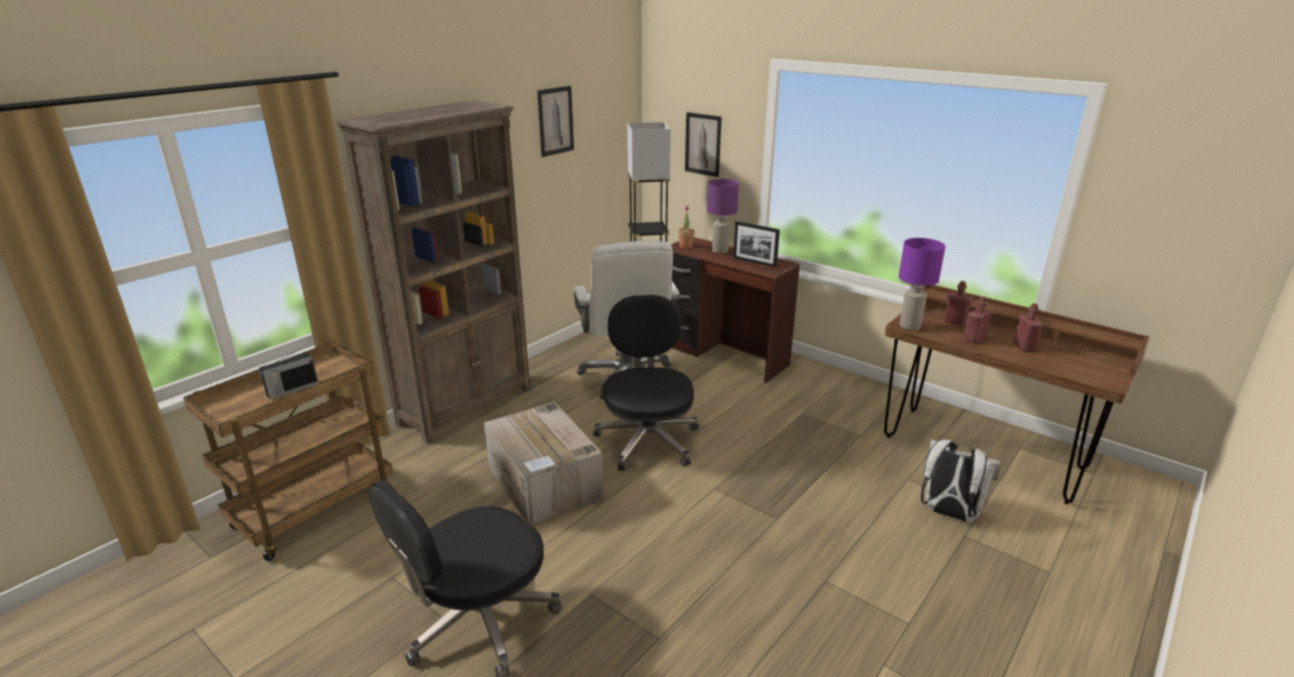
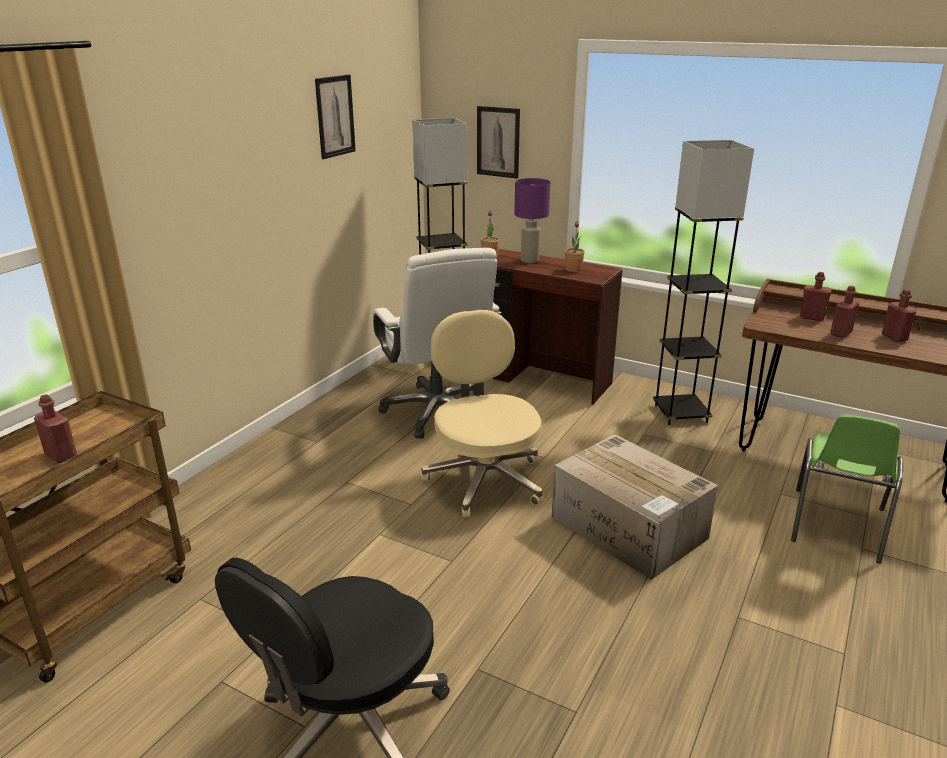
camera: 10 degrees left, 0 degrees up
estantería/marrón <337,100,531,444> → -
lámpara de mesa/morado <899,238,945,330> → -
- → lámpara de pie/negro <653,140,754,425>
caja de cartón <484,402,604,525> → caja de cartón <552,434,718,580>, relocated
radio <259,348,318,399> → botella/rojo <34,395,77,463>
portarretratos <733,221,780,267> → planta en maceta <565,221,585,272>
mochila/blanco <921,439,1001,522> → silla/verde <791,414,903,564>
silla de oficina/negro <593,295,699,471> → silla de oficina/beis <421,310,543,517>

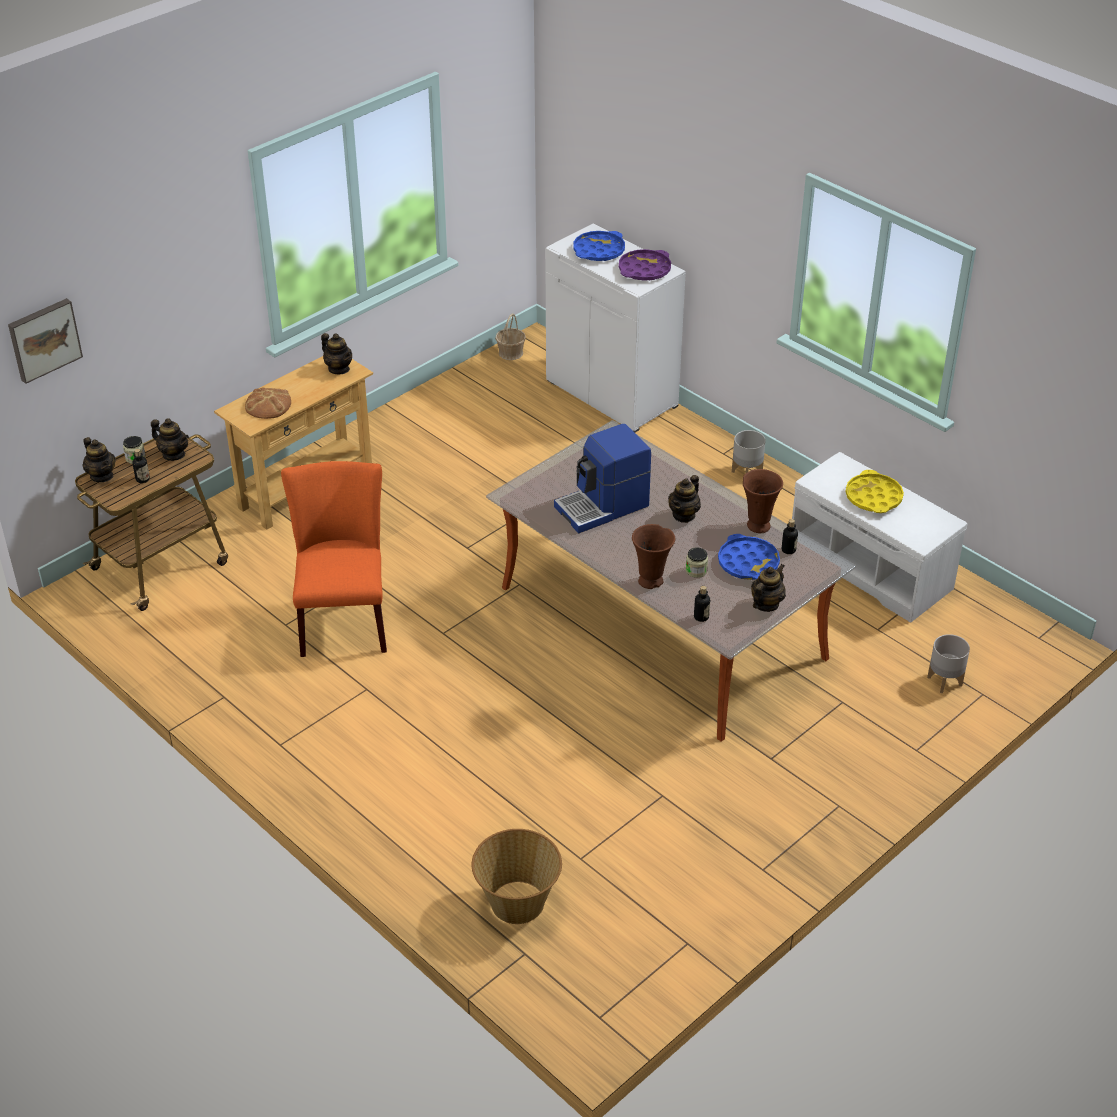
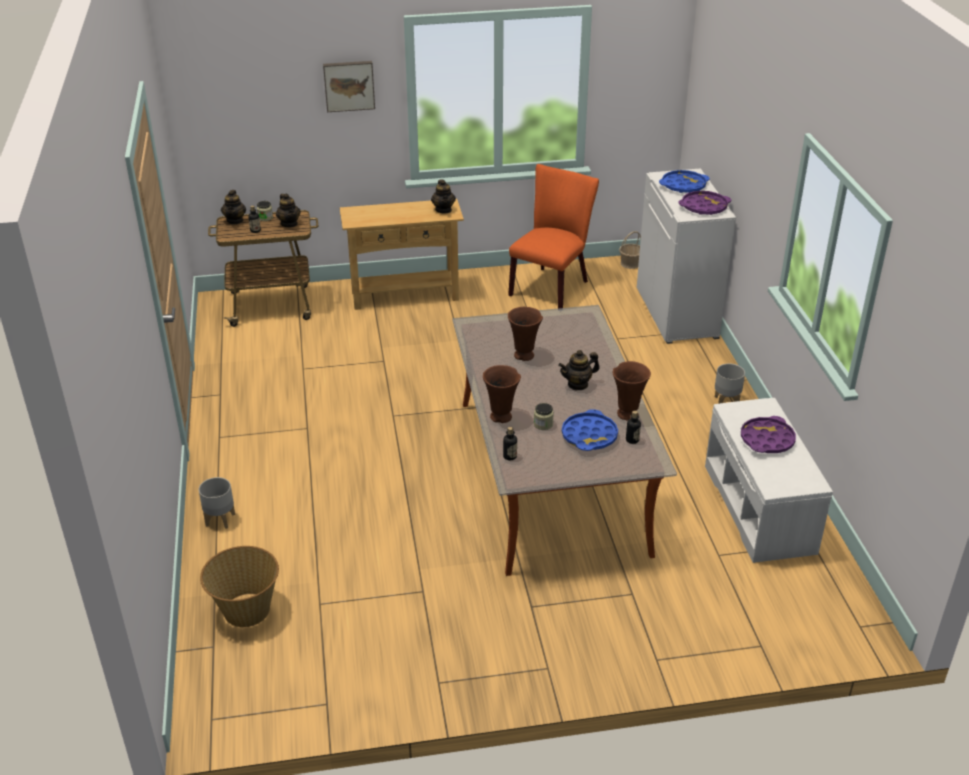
camera: 35 degrees right, 5 degrees down
pan <245,388,291,419> → -
tetera <751,564,786,612> → -
cuadro <8,298,83,384> → cuadro <323,61,375,112>, relocated
silla/naranja <281,461,387,657> → silla/naranja <508,164,599,308>, relocated
maceta/gris <927,634,970,693> → maceta/gris <199,477,235,529>, relocated
cafetera <554,424,651,533> → florero/marrón <508,307,543,361>
bandeja/amarillo <845,470,904,513> → bandeja/morado <741,416,796,453>

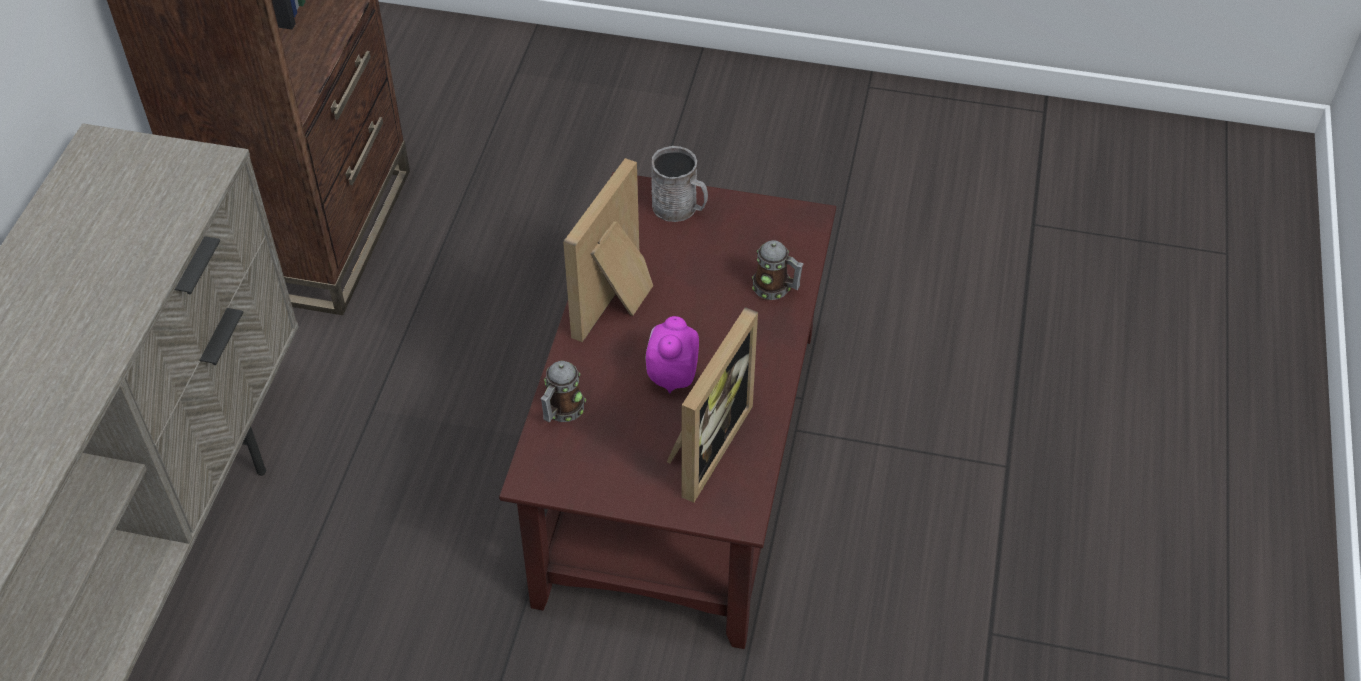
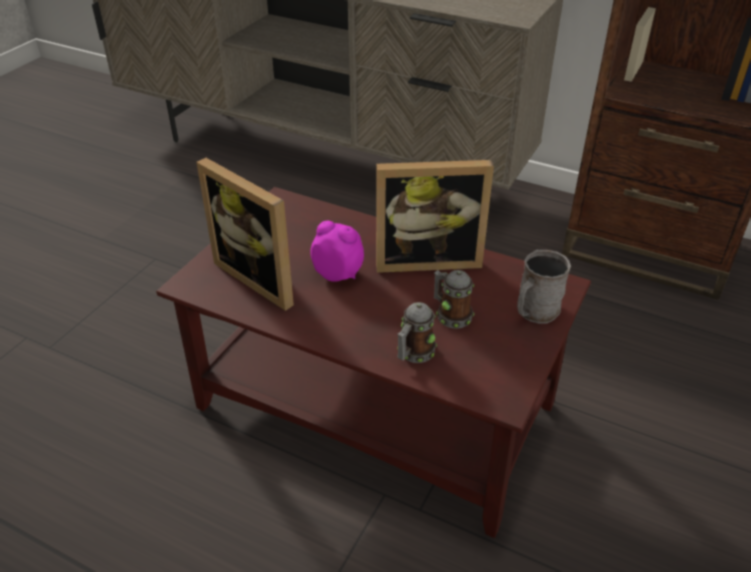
camera: 105 degrees right, 10 degrees down
taza grande <540,361,586,423> → taza grande <434,270,474,329>, relocated
portarretratos <563,158,653,342> → portarretratos <376,160,494,273>, 135 degrees clockwise

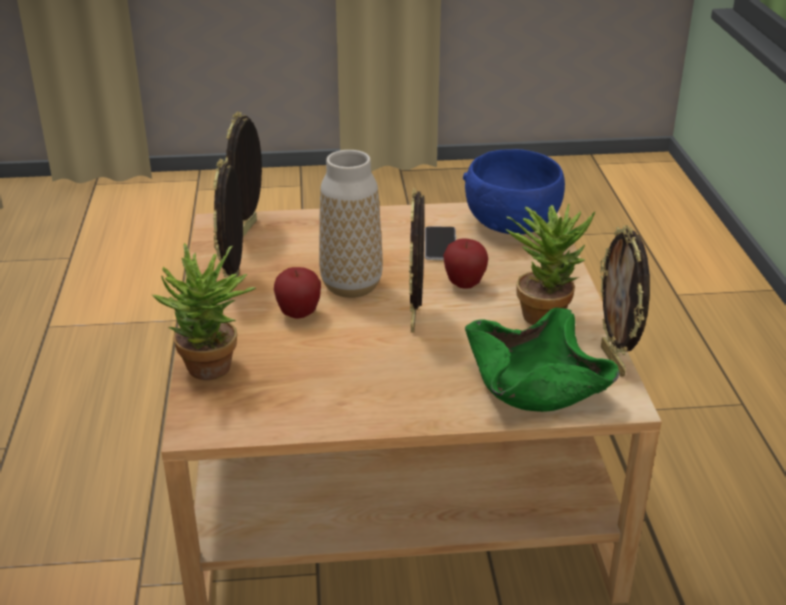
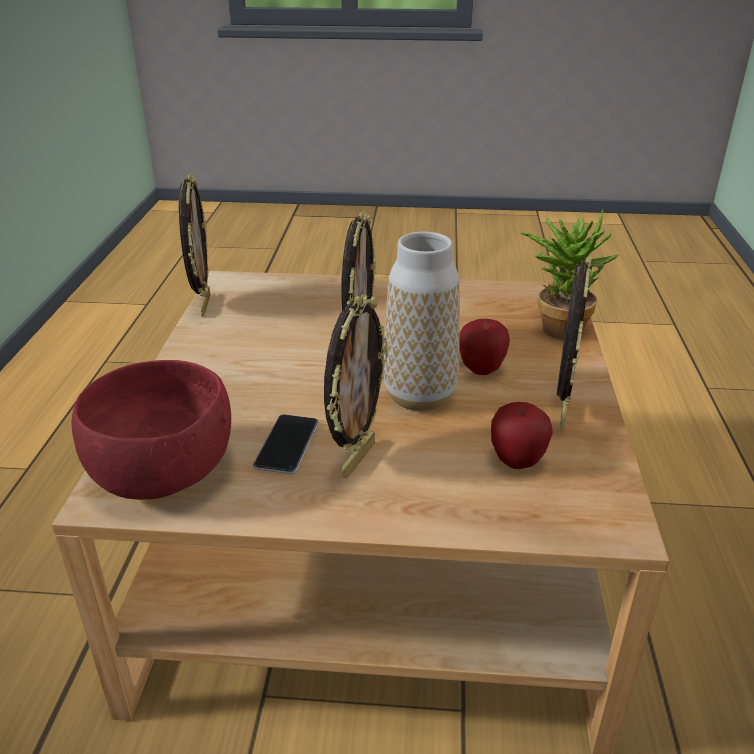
camera: 170 degrees left, 0 degrees up
cuenco/verde <465,307,620,412> → -
planta en maceta <505,204,595,325> → -
portarretratos <225,111,262,237> → portarretratos <324,294,388,478>, relocated
manzana <443,238,488,288> → manzana <491,402,553,469>, relocated
cuenco/azul <463,149,565,234> → cuenco/rojo <72,360,231,500>

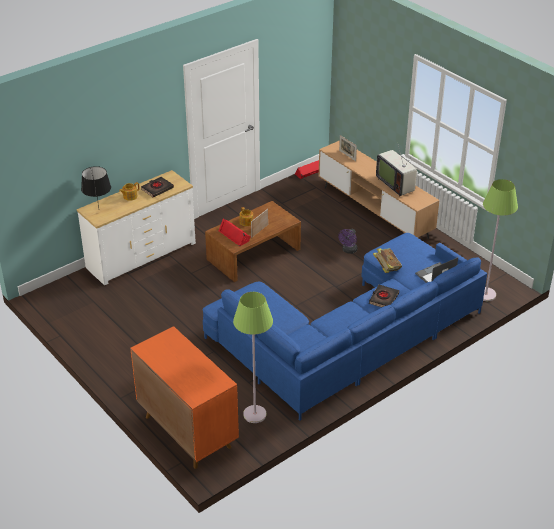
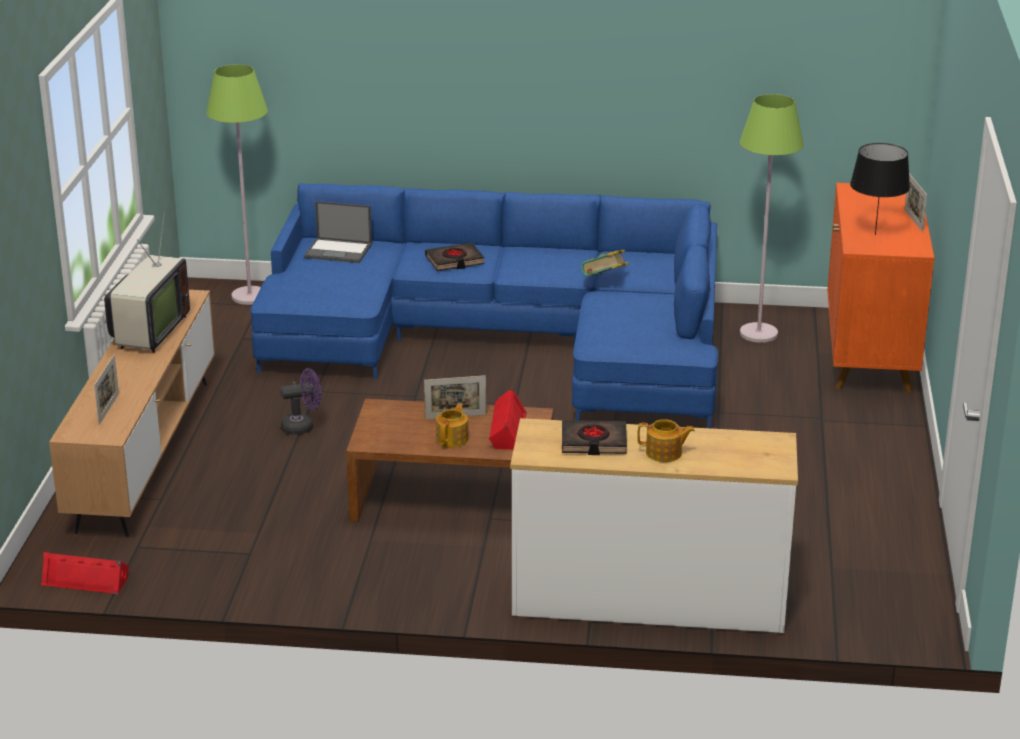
camera: 135 degrees left, 10 degrees down
- → portarretratos <905,173,927,232>
lámpara de mesa/negro <81,166,111,207> → lámpara de mesa/negro <850,143,910,235>, relocated
libro <373,248,402,273> → libro <581,249,629,277>, relocated

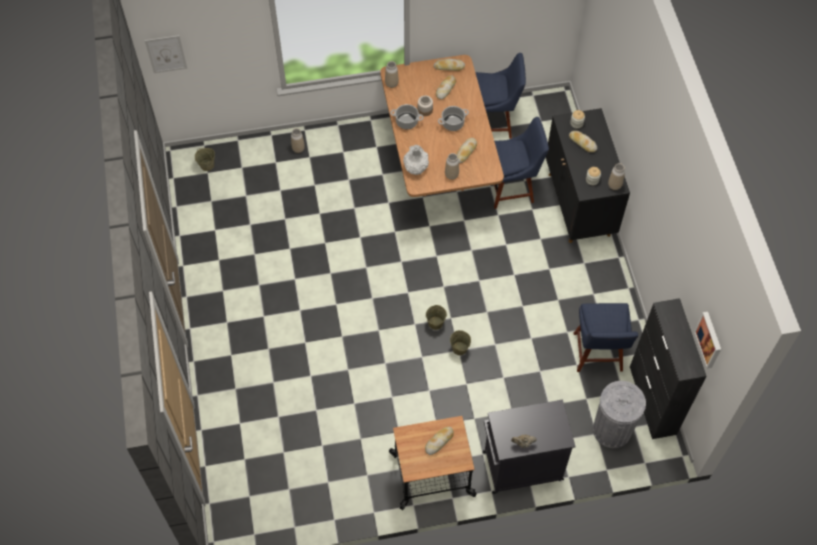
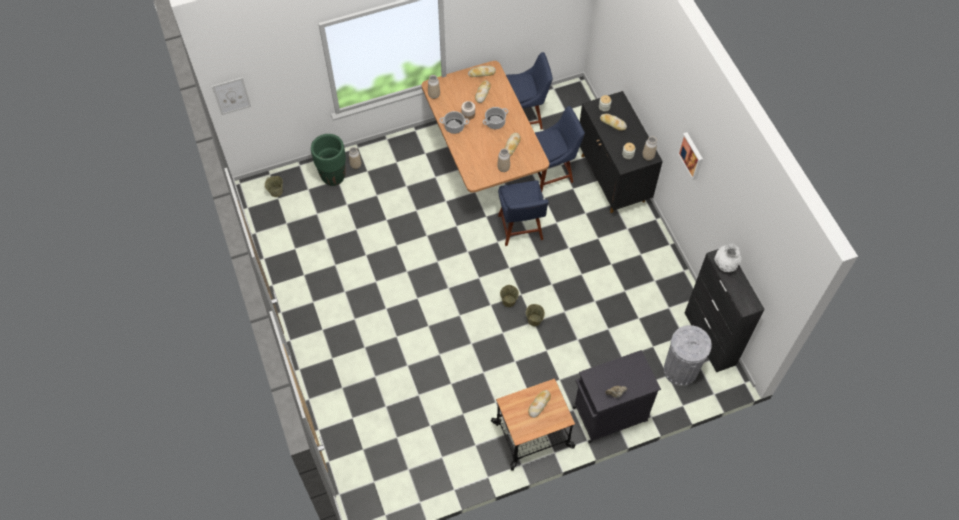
camera: 10 degrees left, 0 degrees up
- → maceta/verde <311,134,346,186>
florero/blanco <403,145,429,175> → florero/blanco <714,243,741,272>, relocated
silla/azul <574,303,638,372> → silla/azul <498,180,549,246>, relocated
cuadro <694,312,721,369> → cuadro <678,132,703,180>, relocated

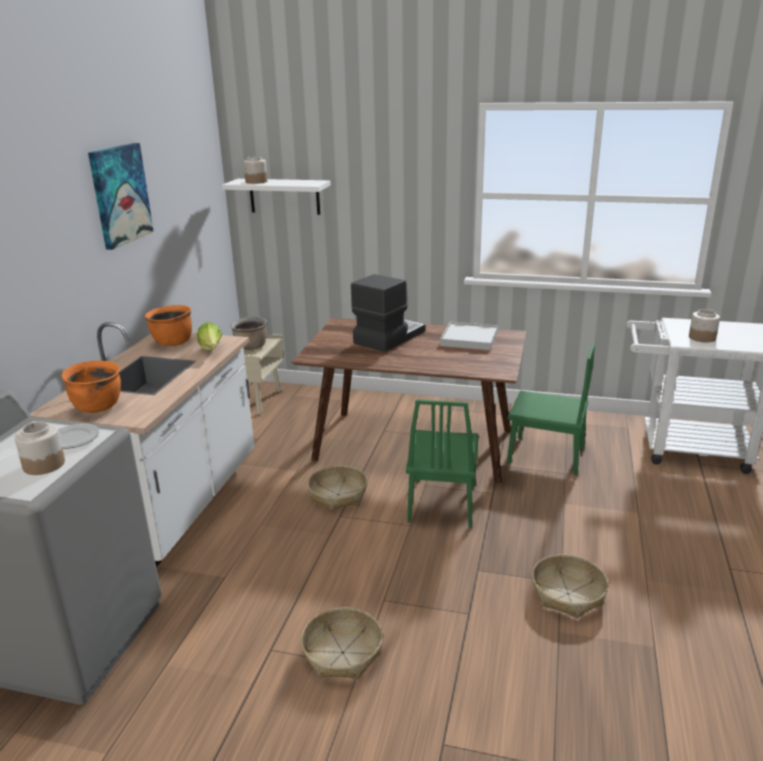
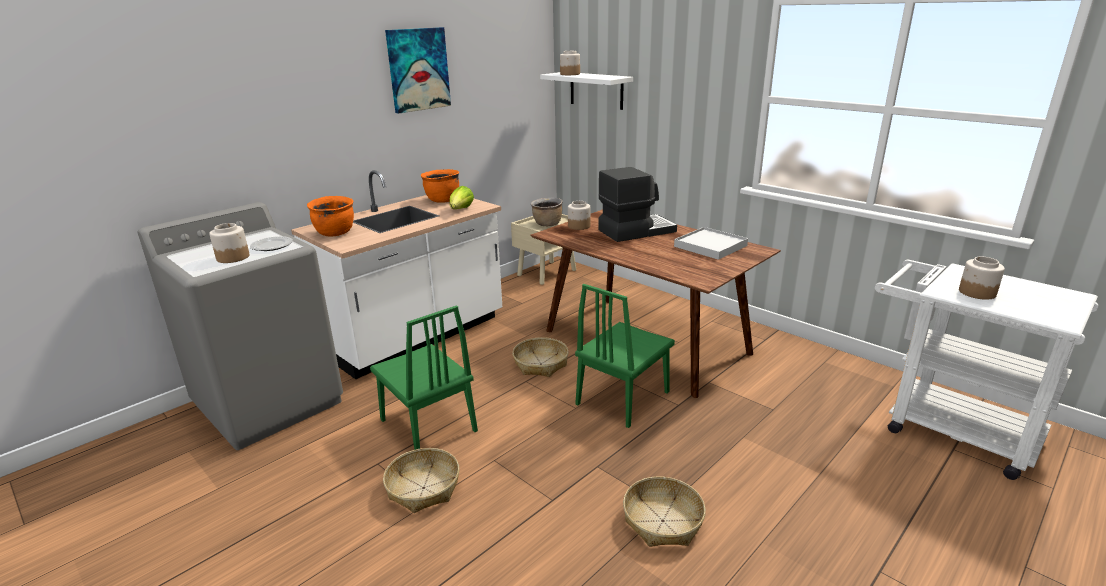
camera: 30 degrees right, 0 degrees up
- → tarro <568,201,591,230>
silla/verde <507,342,595,476> → silla/verde <370,305,478,450>, relocated

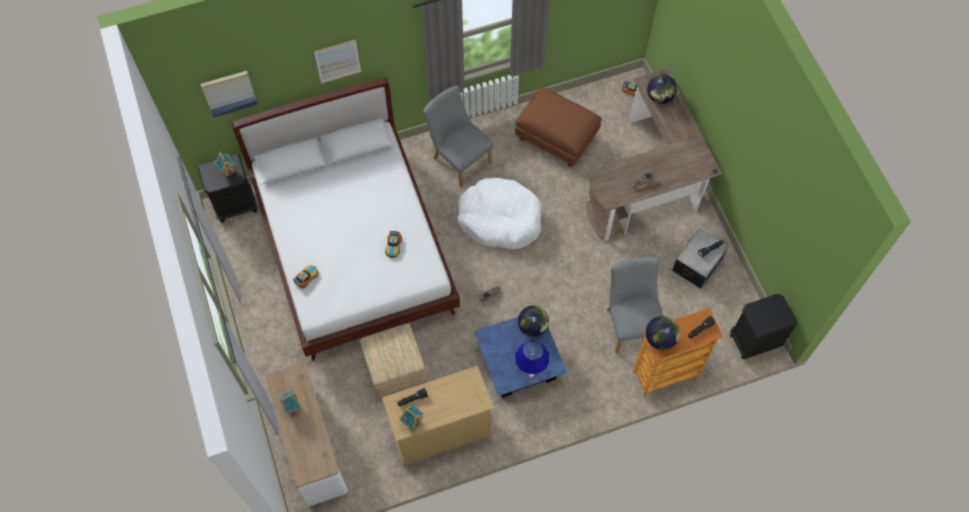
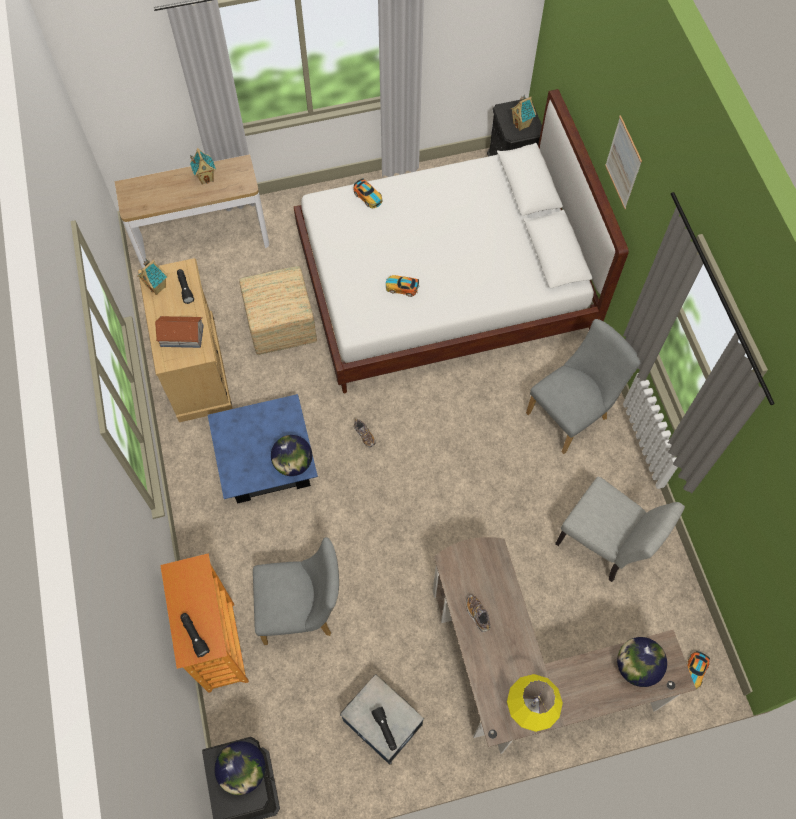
camera: 95 degrees right, 0 degrees up
cuadro <201,71,258,117> → -
cama para perro/blanco <457,178,542,249> → -
lámpara de mesa/azul <515,341,550,378> → -
- → casita <155,316,204,348>
- → lámpara de mesa/amarillo <507,674,563,732>
globo terráqueo <646,316,680,350> → globo terráqueo <214,741,266,795>, relocated
puf/marrón <515,87,602,167> → silla/gris <555,476,685,582>

